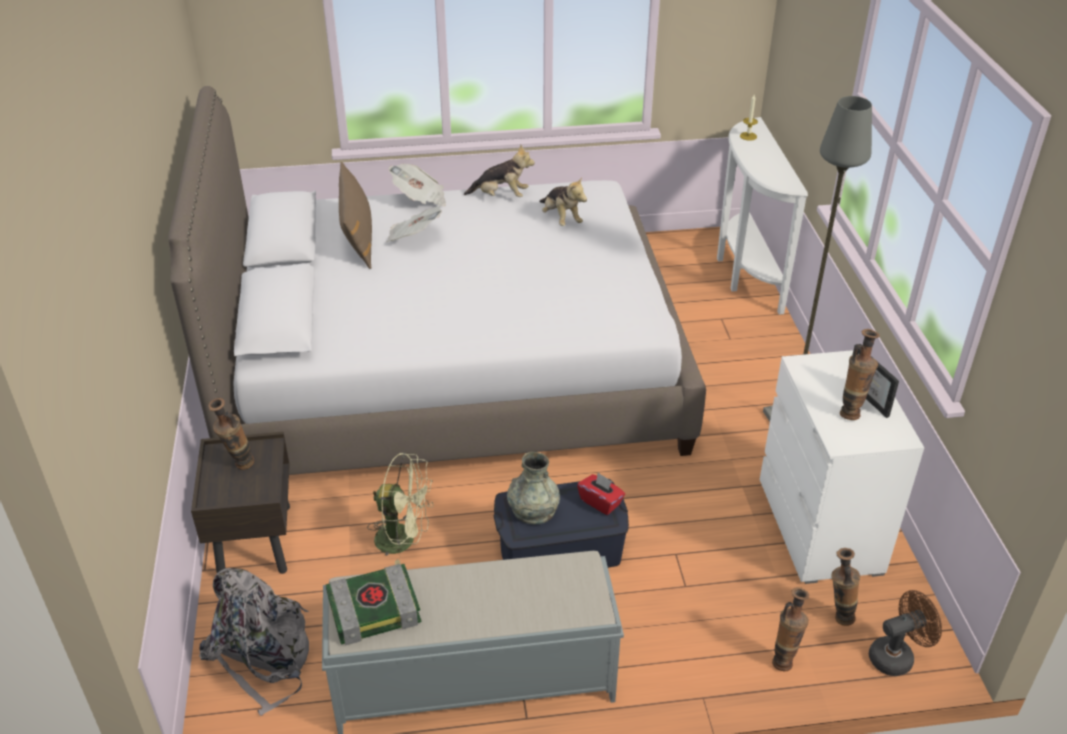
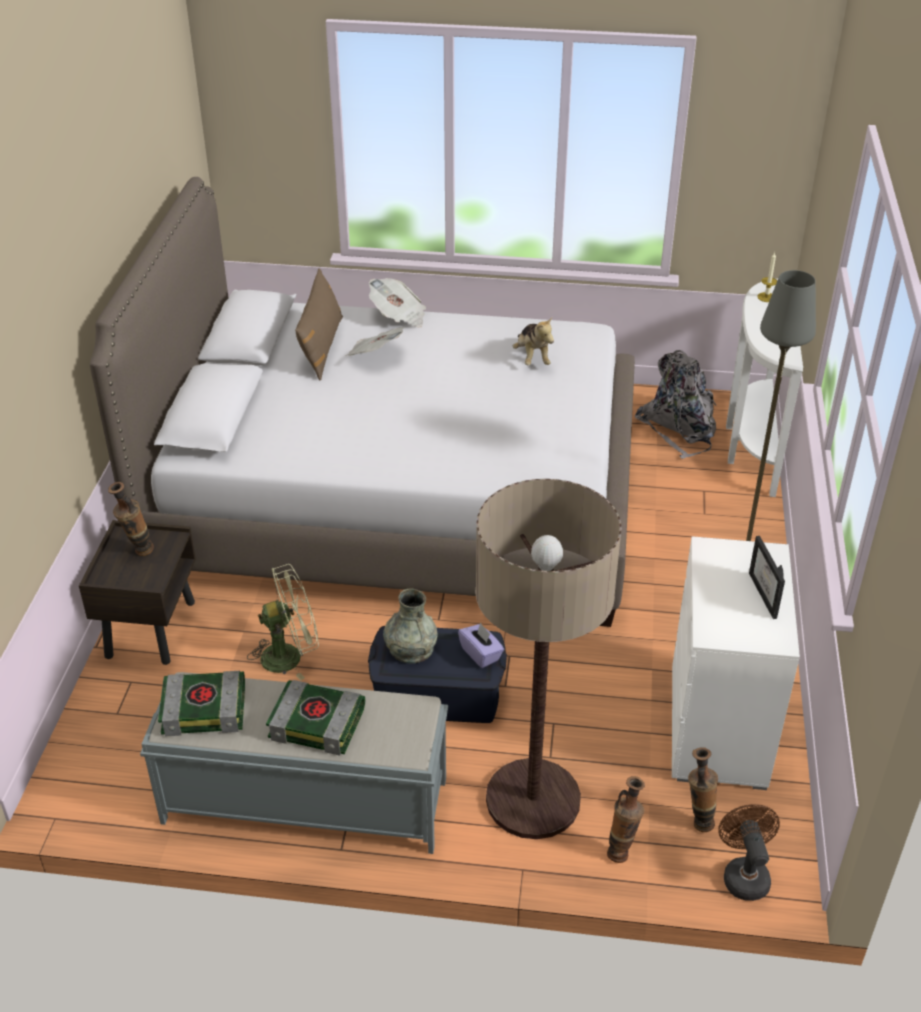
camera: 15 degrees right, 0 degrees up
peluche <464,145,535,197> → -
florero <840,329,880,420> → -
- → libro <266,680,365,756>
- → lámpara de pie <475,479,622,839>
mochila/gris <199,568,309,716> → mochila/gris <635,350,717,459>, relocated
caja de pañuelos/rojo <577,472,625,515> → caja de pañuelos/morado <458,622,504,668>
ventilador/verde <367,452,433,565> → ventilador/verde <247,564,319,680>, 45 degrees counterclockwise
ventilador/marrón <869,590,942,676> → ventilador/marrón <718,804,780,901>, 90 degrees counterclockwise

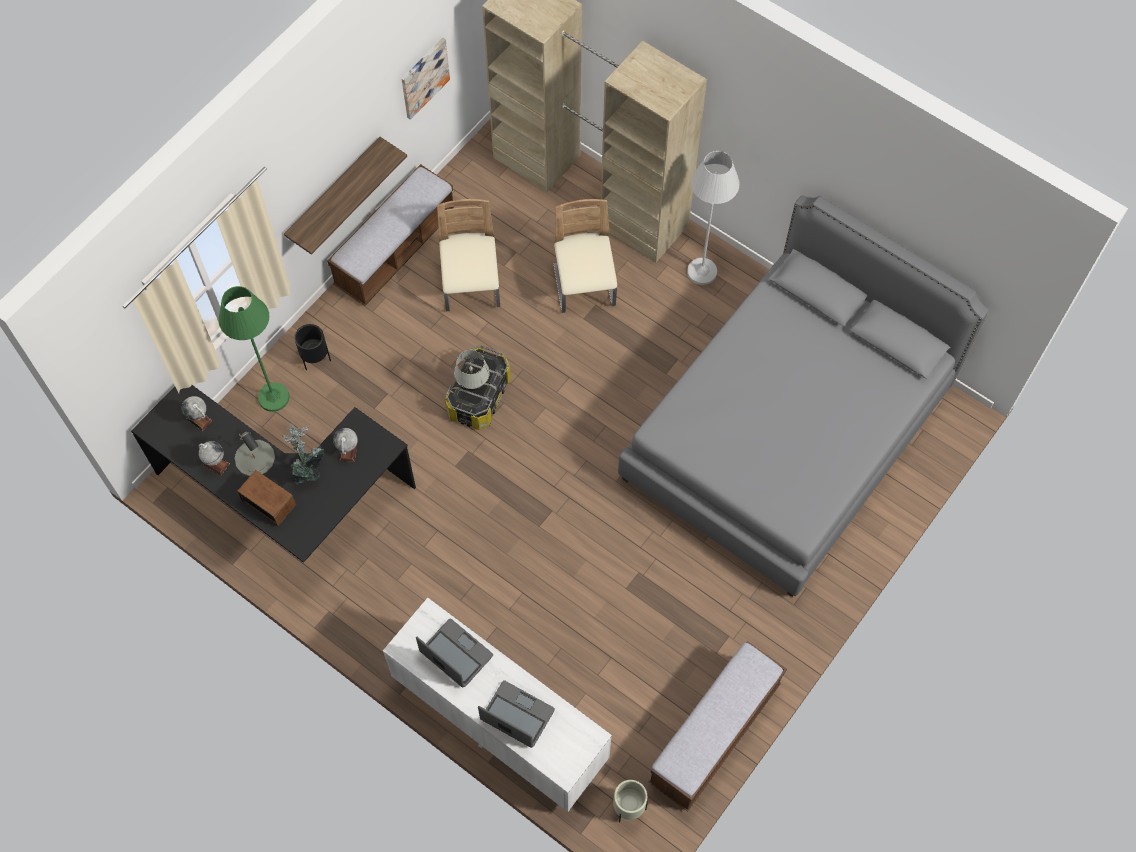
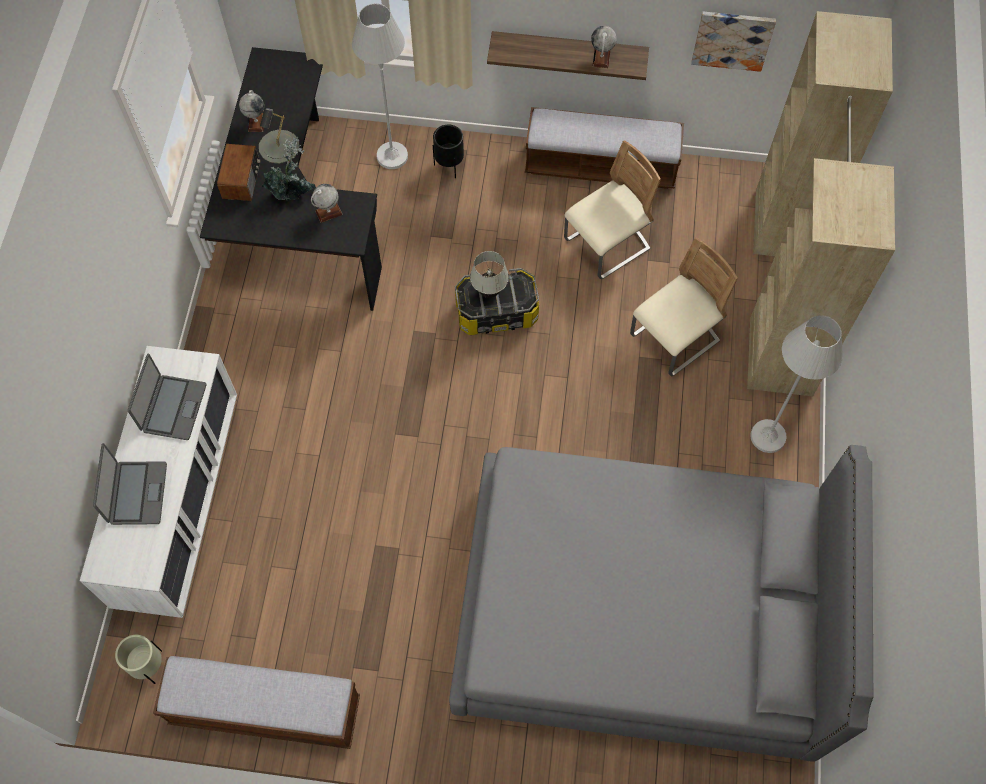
camera: 60 degrees right, 0 degrees up
globo terráqueo <182,396,213,431> → globo terráqueo <591,26,617,68>, relocated
lámpara de pie/verde <218,286,290,412> → lámpara de pie/blanco <352,3,408,169>

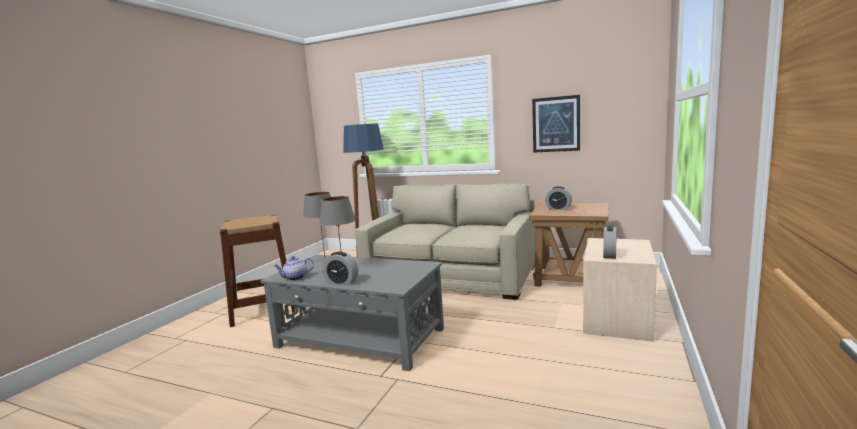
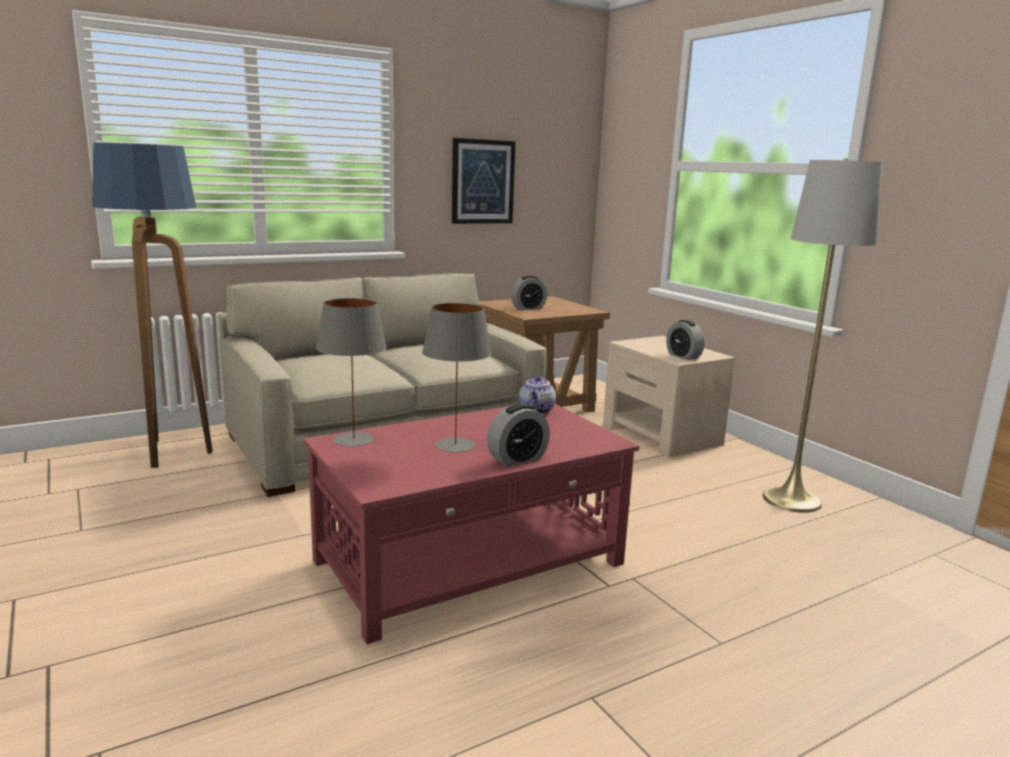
camera: 55 degrees left, 5 degrees up
taburete/marrón <220,215,295,327> → -
- → lámpara de pie/gris <763,158,882,513>
tetera <274,256,314,281> → tetera <519,376,556,414>, relocated
mesa de centro/gris <260,254,444,371> → mesa de centro/rojo <303,404,639,644>

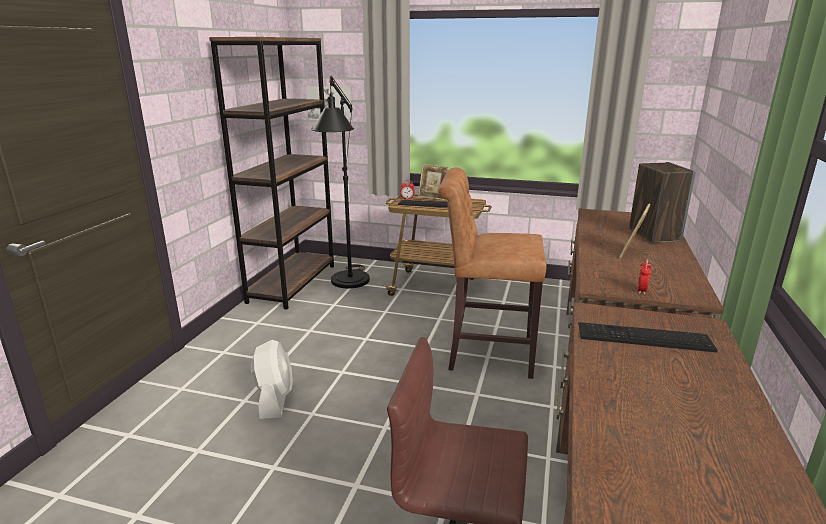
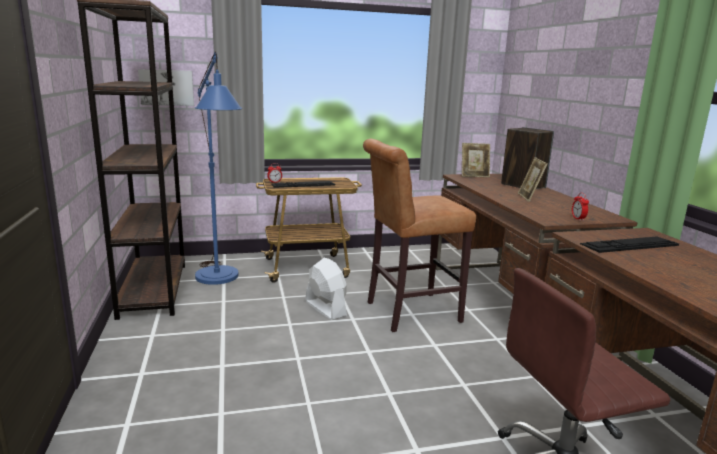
camera: 30 degrees left, 5 degrees down
ventilador/blanco <251,340,293,419> → ventilador/blanco <305,258,347,320>, relocated
portarretratos <418,164,449,200> → portarretratos <462,143,490,177>, relocated
lámpara de pie/negro <311,76,370,288> → lámpara de pie/azul <195,52,242,285>

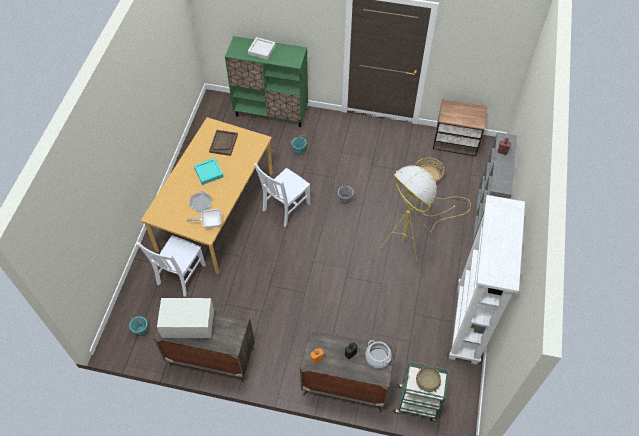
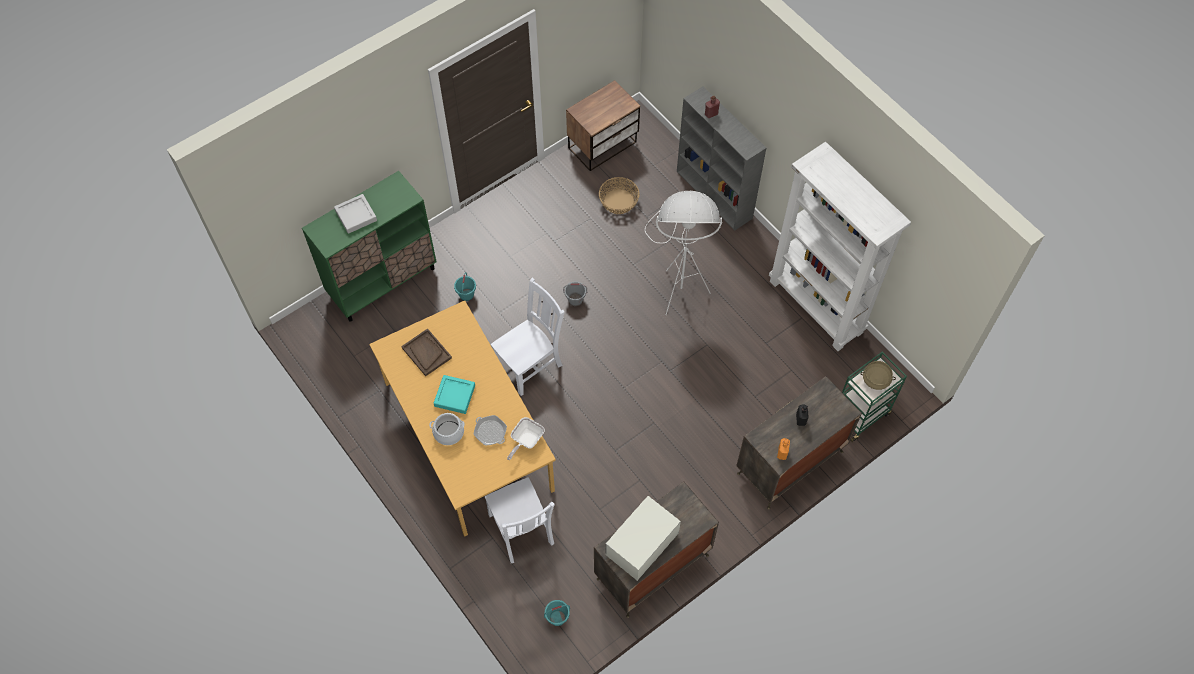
camera: 50 degrees left, 5 degrees up
olla <366,340,392,368> → olla <429,413,465,445>, relocated
lámpara de pie/amarillo <380,165,471,261> → lámpara de pie/blanco <645,191,722,315>
silla/blanco <254,163,310,227> → silla/blanco <490,278,564,396>, 120 degrees counterclockwise

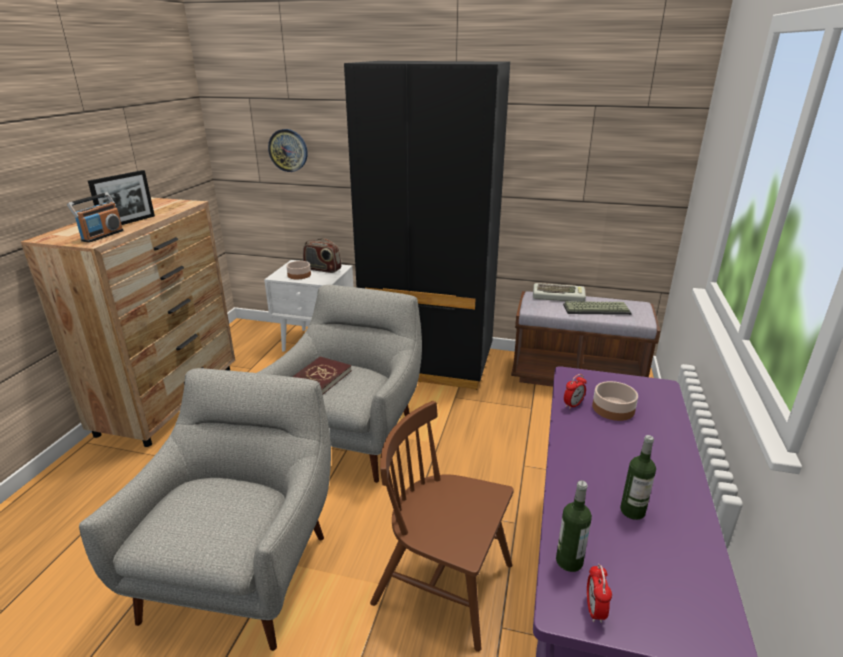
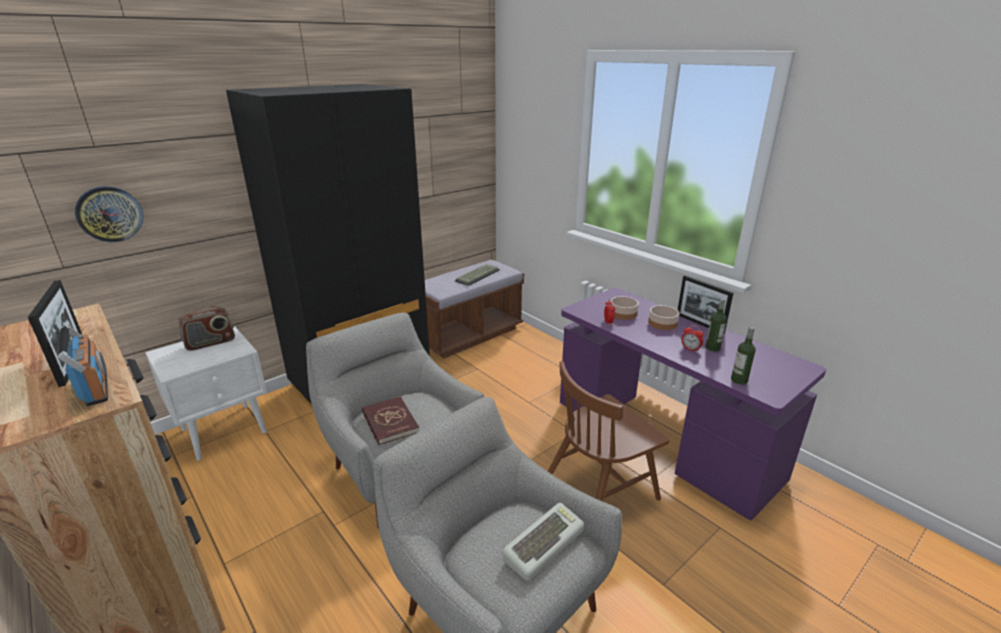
camera: 55 degrees left, 0 degrees up
- → portarretratos <678,276,733,333>
cuenco <286,261,311,279> → cuenco <648,305,680,330>, relocated
teclado <533,283,586,302> → teclado <503,503,584,581>, relocated
despertador <587,564,612,623> → despertador <681,325,704,352>, relocated

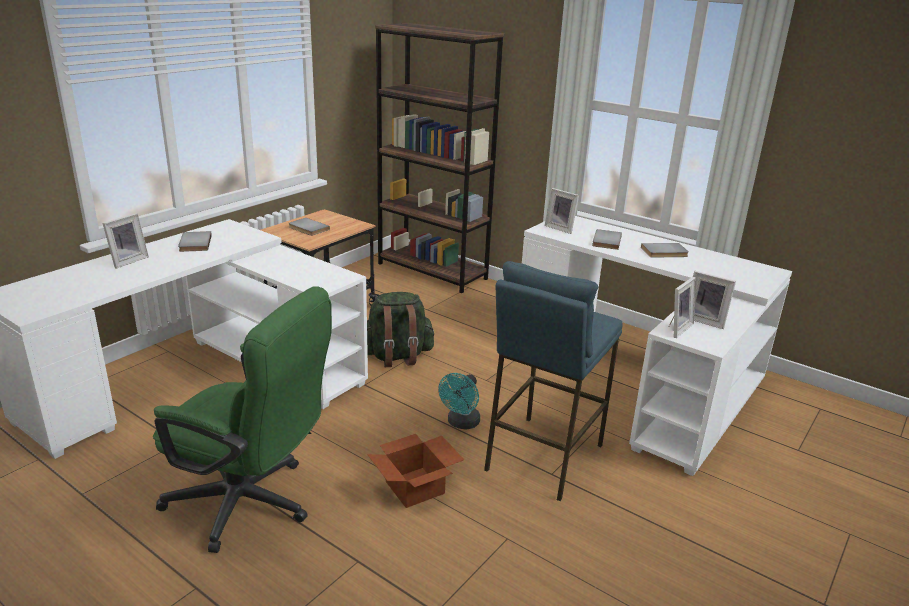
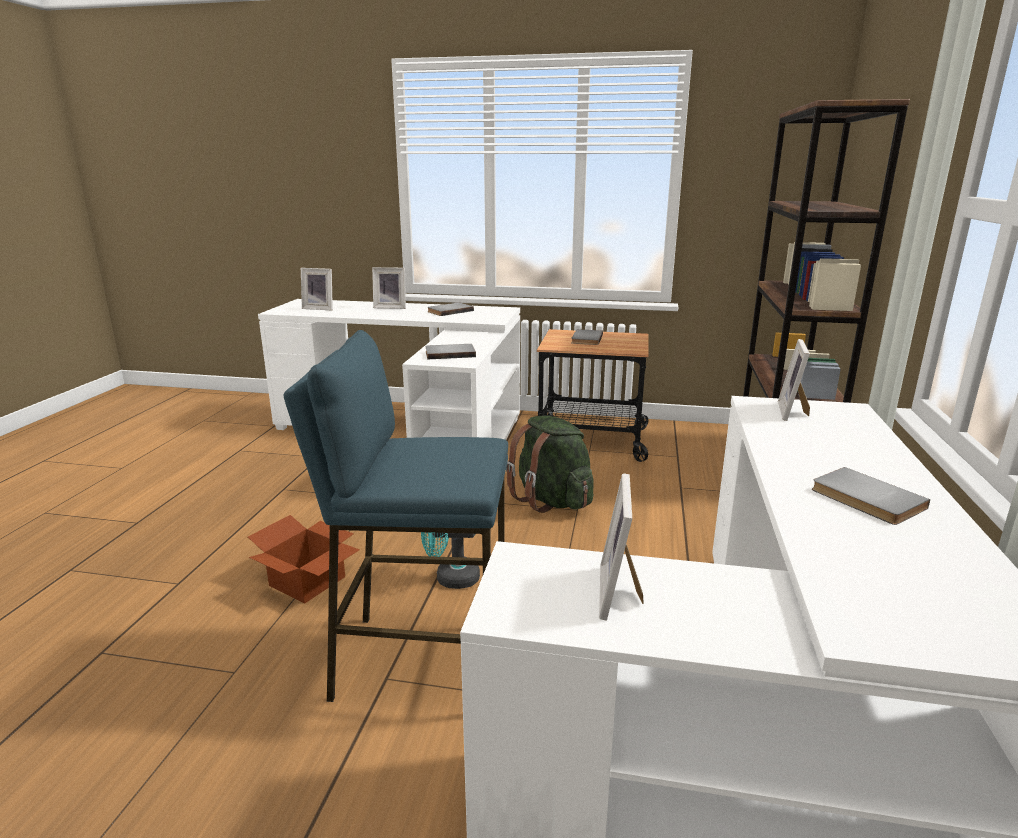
camera: 65 degrees right, 5 degrees down
silla de oficina/verde <153,286,332,553> → -
libro/gris <592,229,622,250> → libro/gris <425,344,476,359>, relocated
portarretratos <669,277,696,338> → portarretratos <301,268,333,311>, relocated

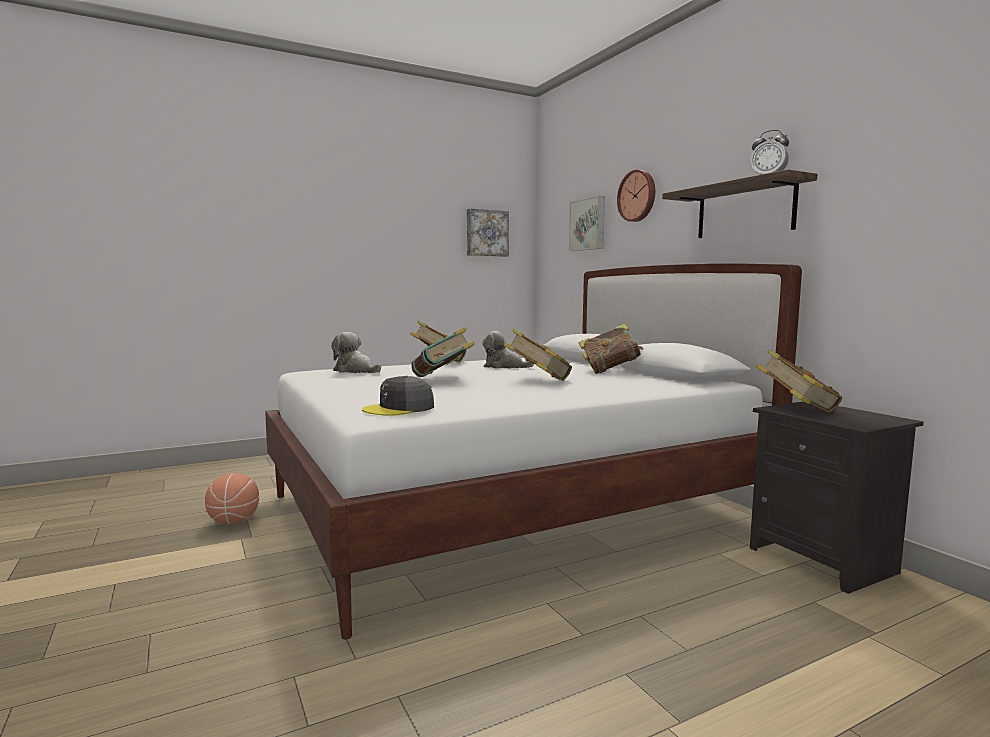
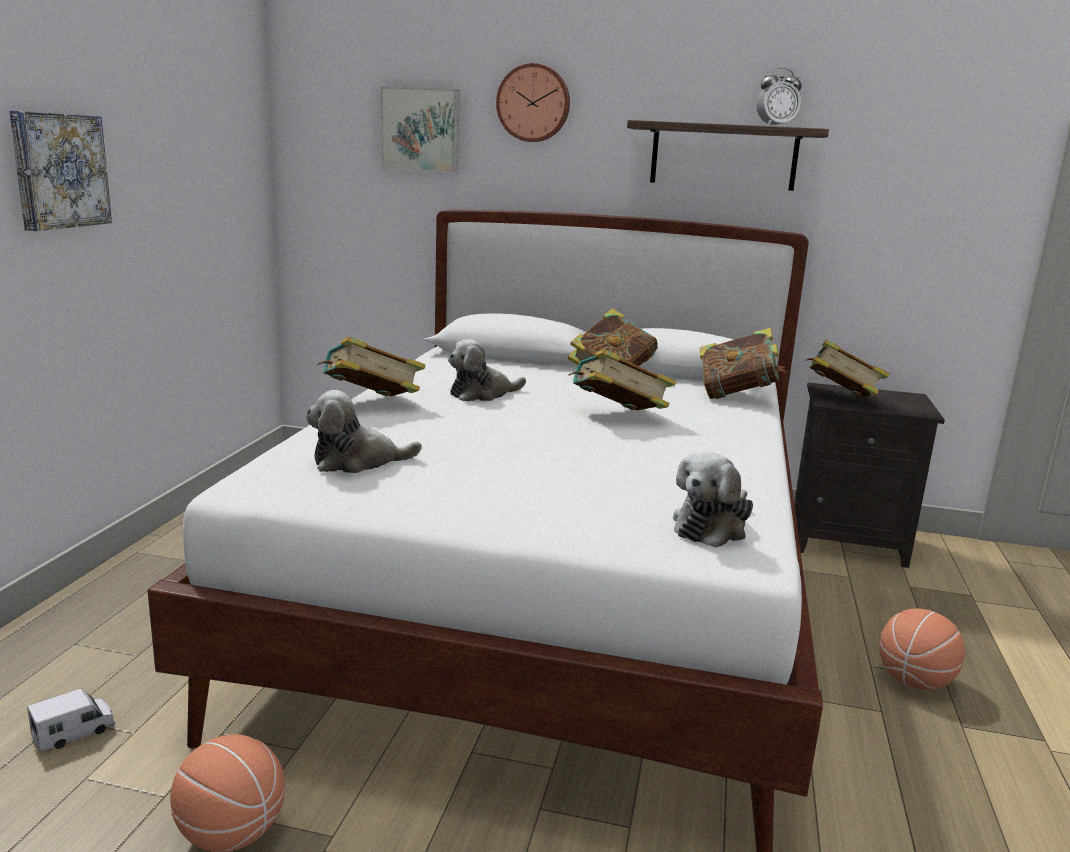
camera: 50 degrees left, 10 degrees up
- → camión de juguete <27,688,115,753>
- → balón de baloncesto <879,609,965,690>
libro <411,327,475,377> → libro <700,328,786,399>, relocated
cuadro <467,208,509,257> → cuadro <9,110,112,231>, relocated
gorra/gris <362,376,434,416> → peluche <673,452,753,548>

